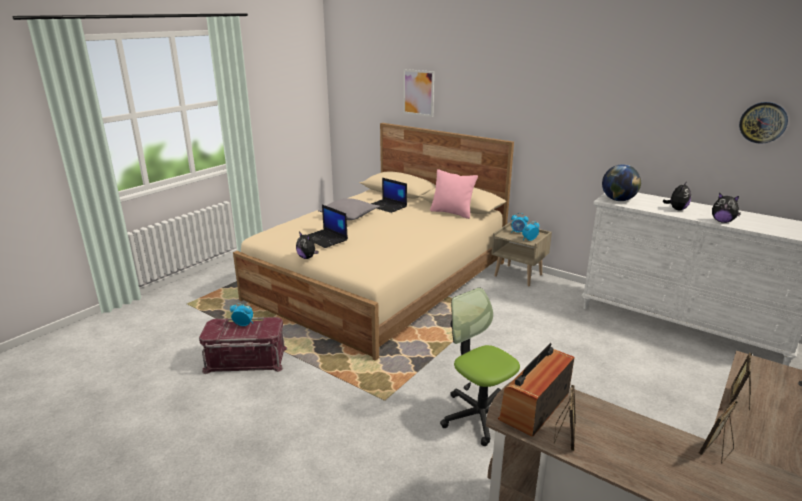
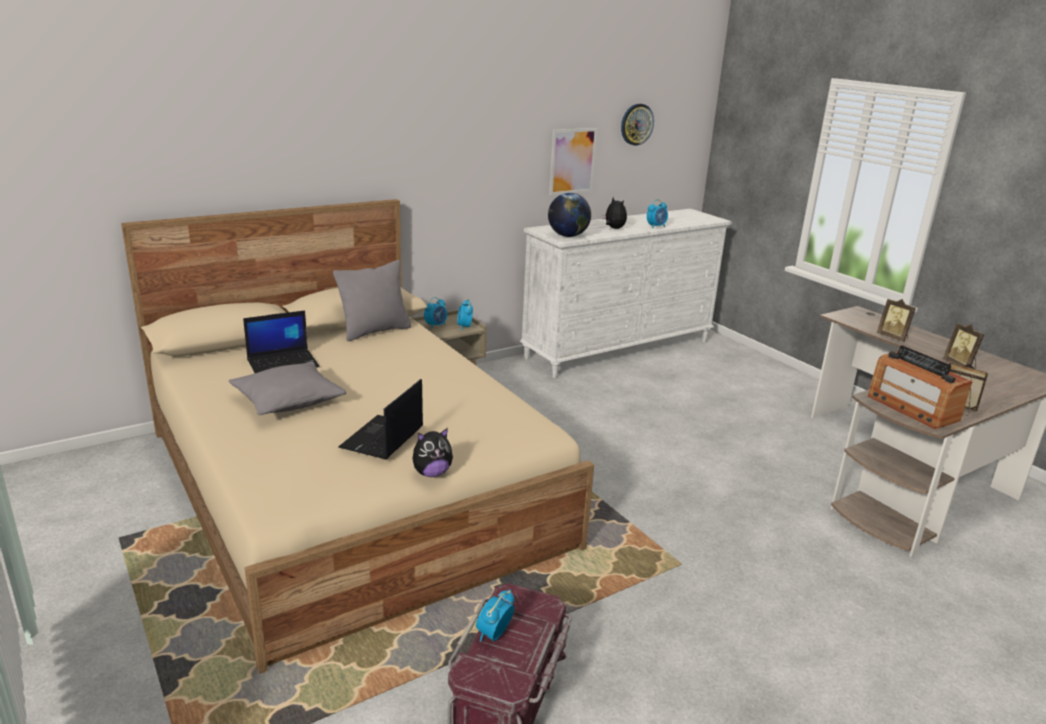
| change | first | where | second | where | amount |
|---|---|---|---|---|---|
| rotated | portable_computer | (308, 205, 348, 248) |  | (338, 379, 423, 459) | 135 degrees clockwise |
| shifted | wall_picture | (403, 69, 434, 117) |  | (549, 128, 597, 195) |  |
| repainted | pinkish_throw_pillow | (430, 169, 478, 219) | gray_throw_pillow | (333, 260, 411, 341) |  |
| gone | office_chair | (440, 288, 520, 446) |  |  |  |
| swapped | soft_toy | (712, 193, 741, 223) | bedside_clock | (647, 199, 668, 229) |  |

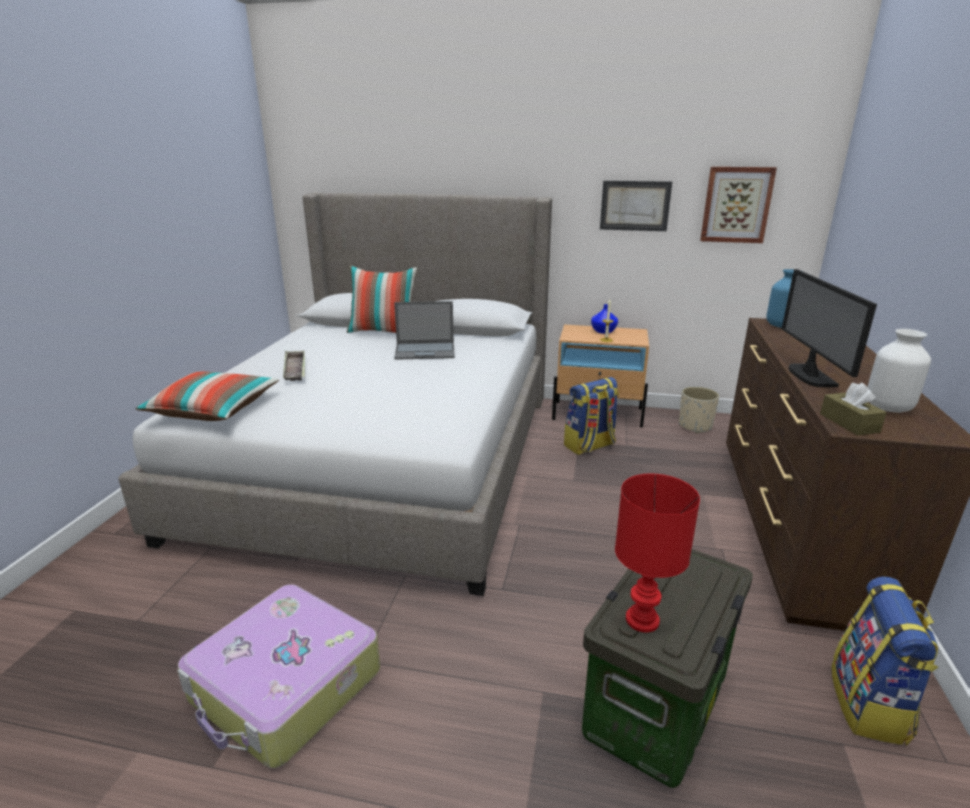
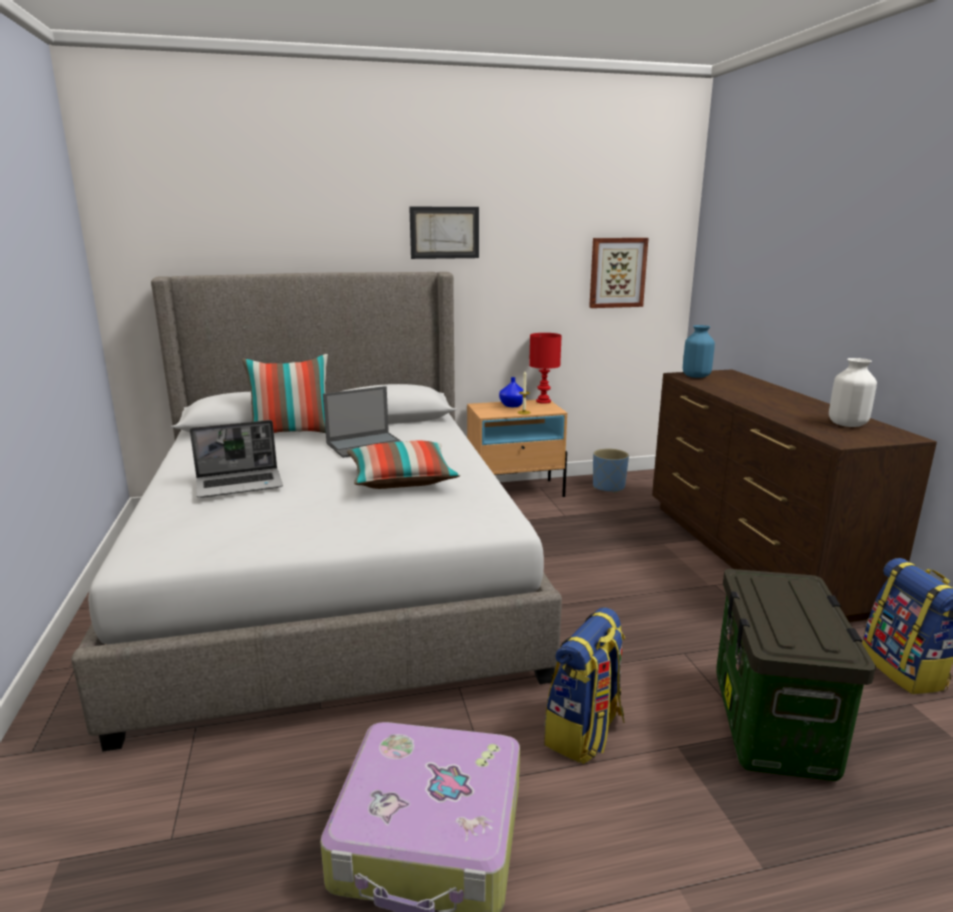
| change | first | where | second | where | amount |
|---|---|---|---|---|---|
| shifted | throw_pillow | (135, 372, 279, 421) |  | (347, 441, 460, 489) |  |
| swapped | serving_tray | (283, 351, 305, 381) | portable_computer | (190, 420, 283, 498) |  |
| shifted | knapsack | (564, 377, 619, 455) |  | (544, 607, 625, 764) |  |
| shifted | wall_picture | (600, 181, 672, 231) |  | (409, 207, 479, 259) |  |
| shifted | red_tabletop_lamp | (615, 473, 700, 633) |  | (529, 333, 562, 404) |  |
| repainted | beige_plant_pot | (679, 387, 719, 433) | bluish_plant_pot | (593, 448, 629, 493) |  |
| gone | monitor | (782, 269, 877, 387) |  |  |  |
| gone | brownish_tissue_box | (820, 383, 887, 435) |  |  |  |

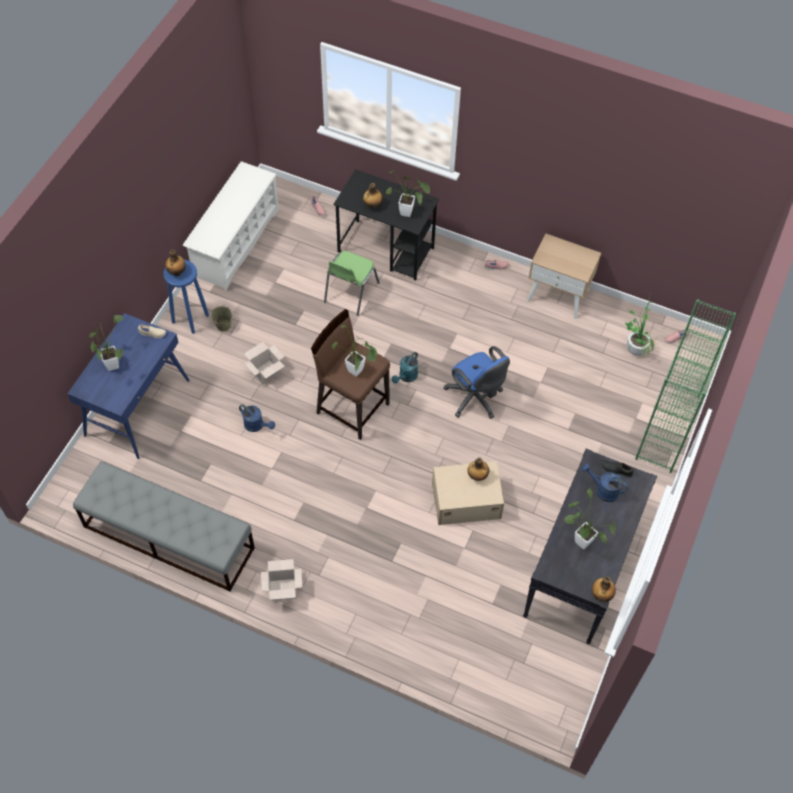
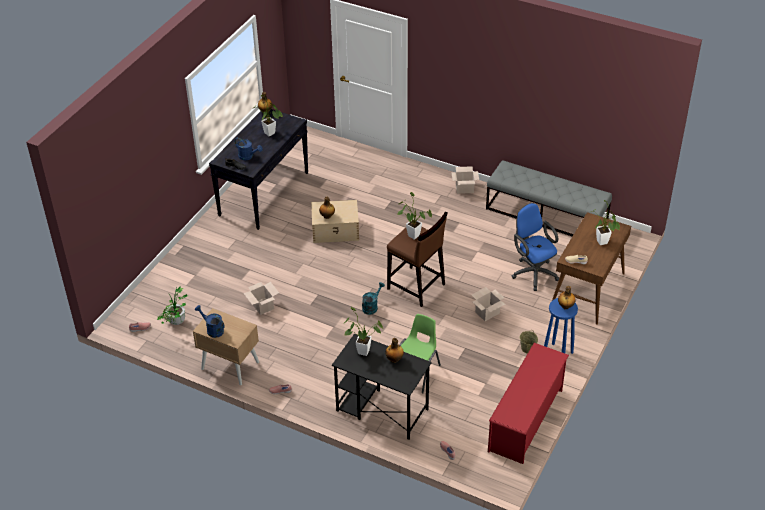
| change | first | where | second | where | amount |
|---|---|---|---|---|---|
| repainted | bluish_desk_unit | (68, 313, 190, 459) | brownish_desk_unit | (552, 212, 631, 325) |  |
| repainted | white-coloured_shoe_stand | (183, 161, 279, 291) | red_shoe_stand | (488, 343, 569, 464) |  |
| shifted | bluish_watering_pot | (239, 404, 275, 432) |  | (195, 305, 225, 338) |  |
| shifted | bluish_office_chair | (444, 346, 510, 419) |  | (512, 203, 559, 291) |  |
| gone | greenish_shelving_unit | (635, 299, 736, 473) |  |  |  |
| new |  |  | packing_box | (243, 282, 279, 315) |  |

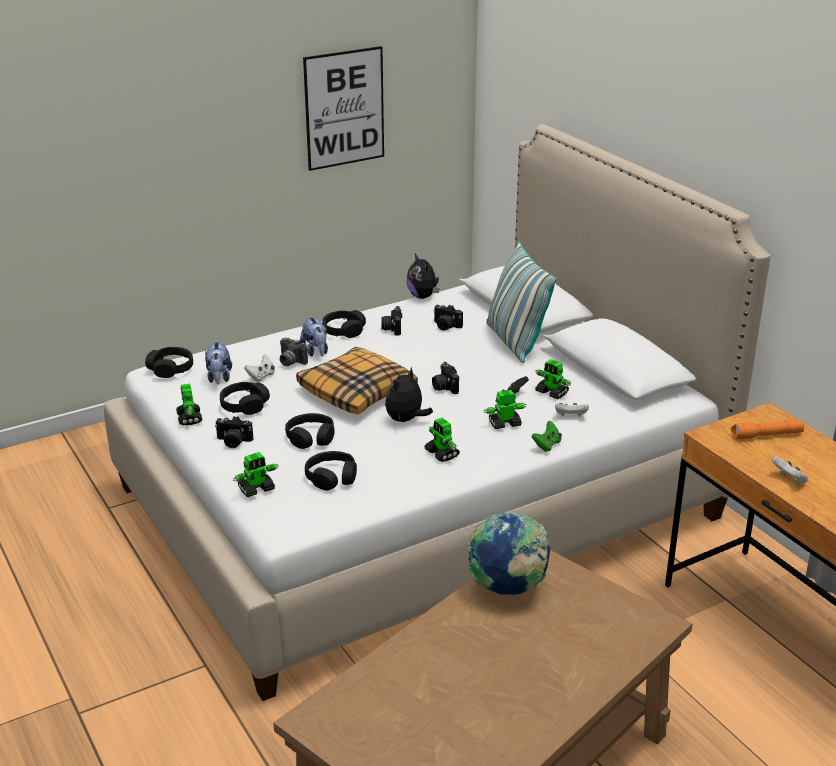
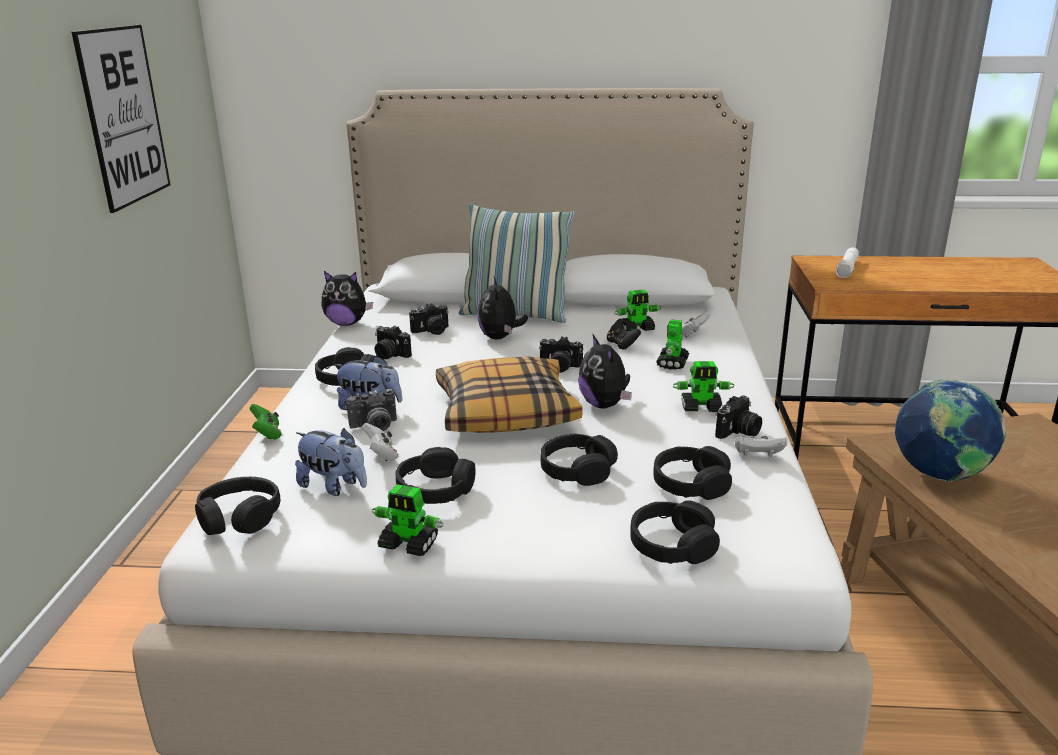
| change | first | where | second | where | amount |
|---|---|---|---|---|---|
| shifted | still_camera | (215, 416, 253, 448) |  | (715, 396, 762, 439) |  |
| swapped | robot_figure | (233, 452, 279, 497) | blackish_headphones | (630, 500, 720, 564) |  |
| shifted | greenish_gamepad | (532, 420, 562, 452) |  | (250, 404, 282, 440) |  |
| repainted | orange-coloured_flashlight | (731, 419, 805, 439) | white-coloured_flashlight | (836, 247, 859, 278) |  |
| shifted | white-coloured_gamepad | (772, 456, 808, 484) |  | (735, 436, 787, 456) |  |
| new |  |  | soft_toy | (477, 277, 528, 340) |  |

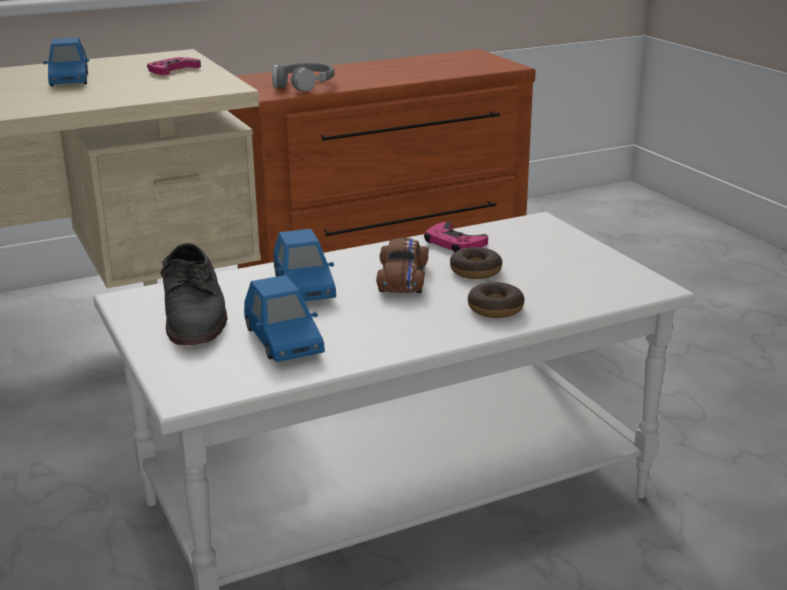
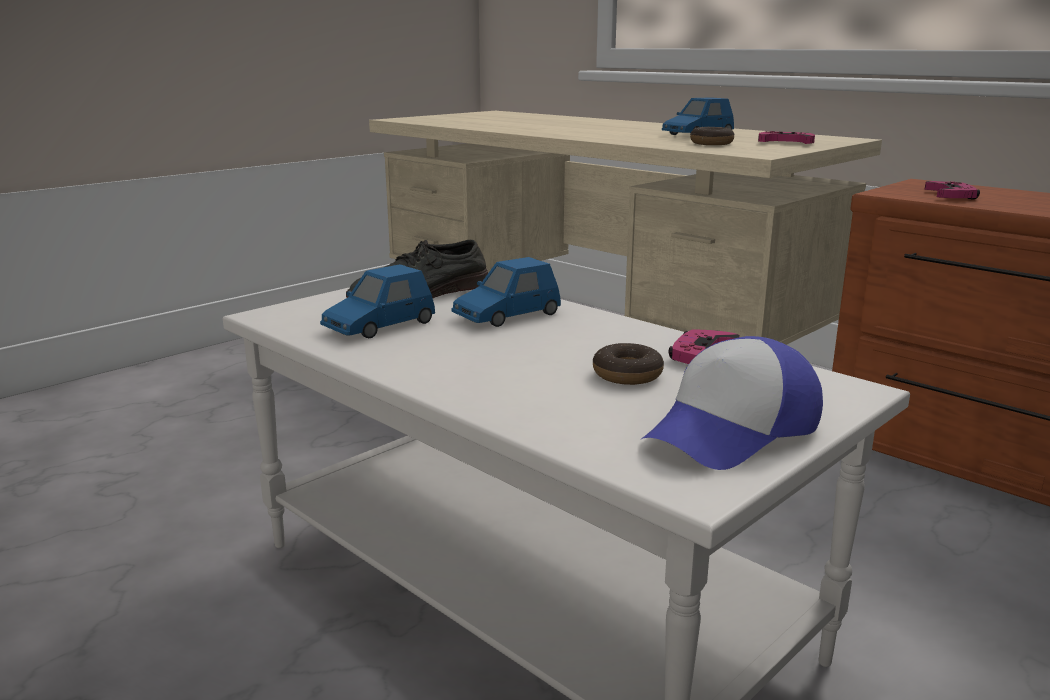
| change | first | where | second | where | amount |
|---|---|---|---|---|---|
| swapped | gray_headphones | (272, 63, 335, 92) | pinkish_gamepad | (925, 181, 980, 199) |  |
| gone | brownish_toy_car | (376, 238, 429, 293) |  |  |  |
| shifted | doughnut | (468, 282, 525, 318) |  | (690, 127, 734, 145) |  |
| new |  |  | baseball_cap | (641, 336, 823, 470) |  |

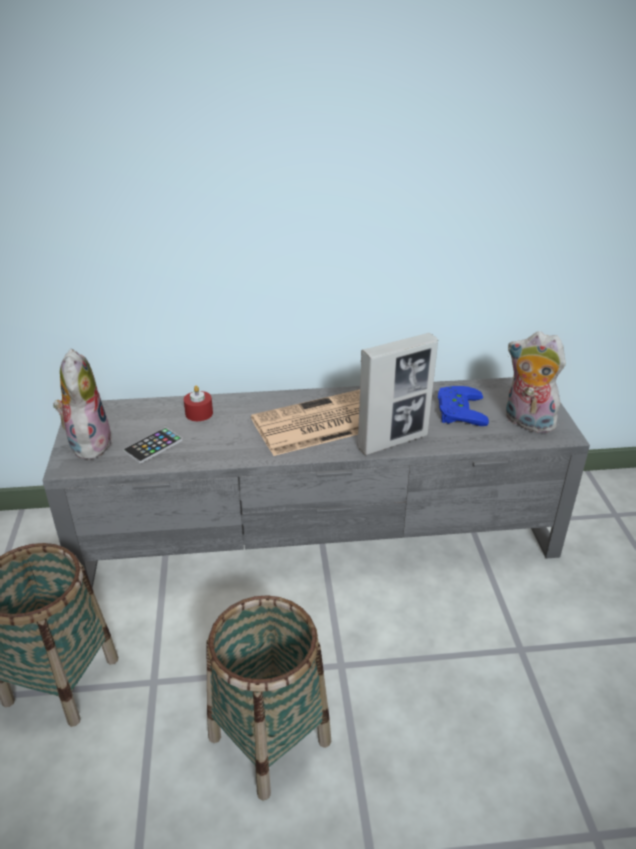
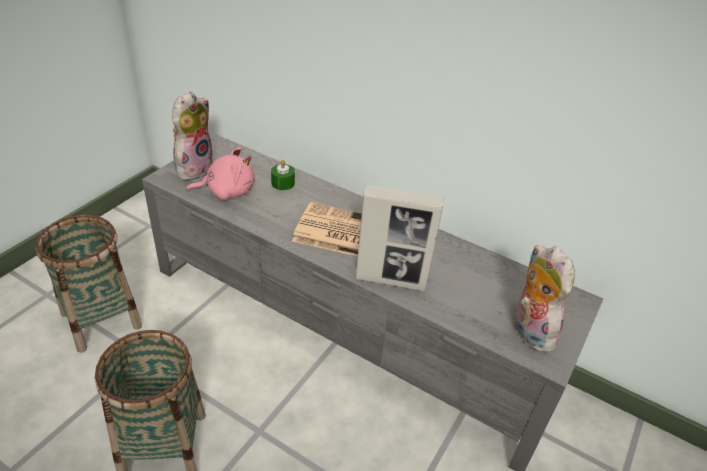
| change | first | where | second | where | amount |
|---|---|---|---|---|---|
| swapped | phone | (123, 427, 183, 464) | pinkish_soft_toy | (186, 147, 255, 200) |  |
| repainted | red_wax_light | (184, 385, 213, 421) | greenish_wax_light | (271, 160, 295, 190) |  |
| gone | bluish_gamepad | (438, 386, 489, 426) |  |  |  |

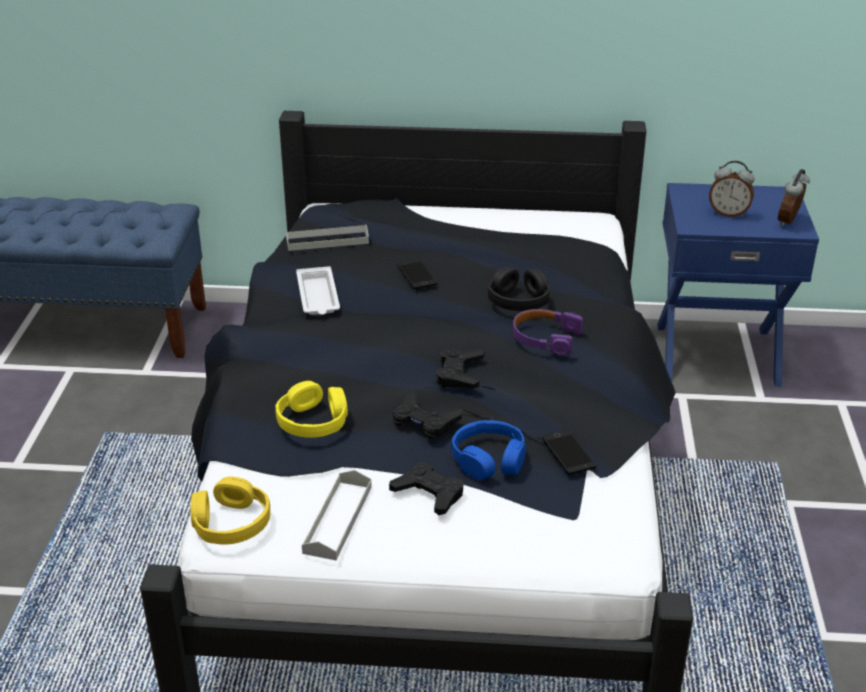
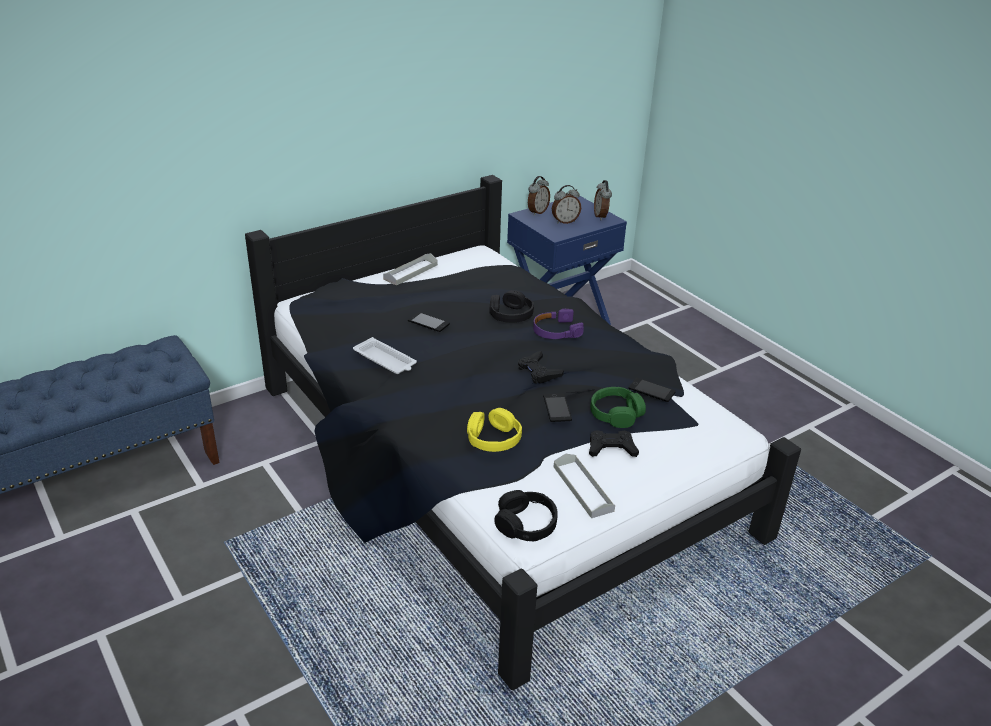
| change | first | where | second | where | amount |
|---|---|---|---|---|---|
| repainted | yellow_headphones | (191, 476, 270, 545) | blackish_headphones | (494, 490, 558, 542) |  |
| shifted | gray_serving_tray | (286, 224, 369, 251) |  | (383, 253, 438, 286) |  |
| swapped | blackish_gamepad | (393, 390, 462, 439) | phone | (543, 393, 572, 422) |  |
| repainted | bluish_headphones | (451, 420, 526, 480) | greenish_headphones | (591, 387, 646, 428) |  |
| new |  |  | bedside_clock | (528, 176, 550, 216) |  |

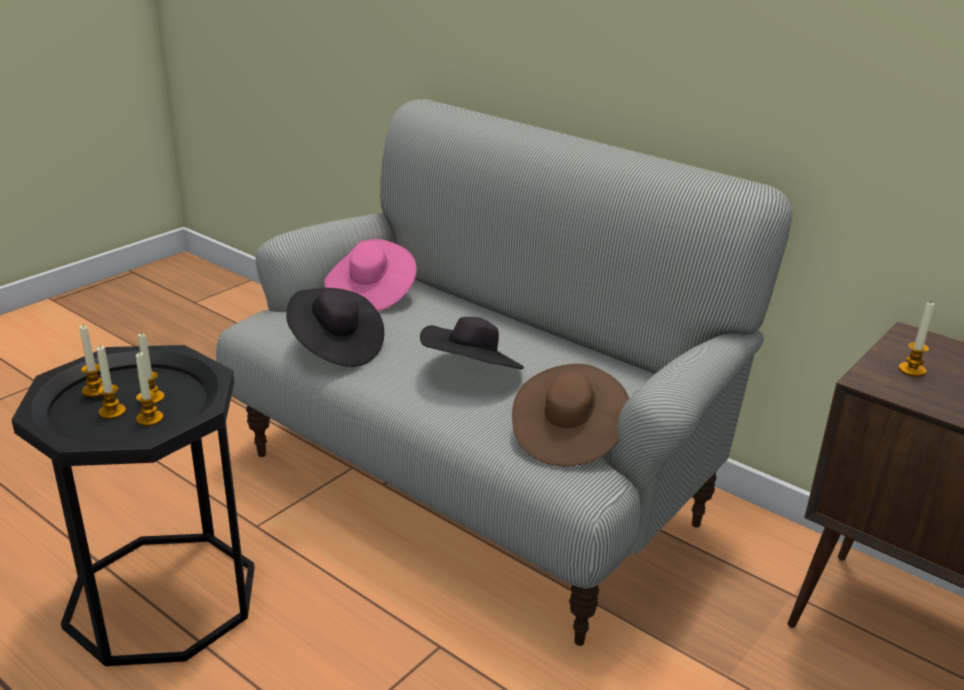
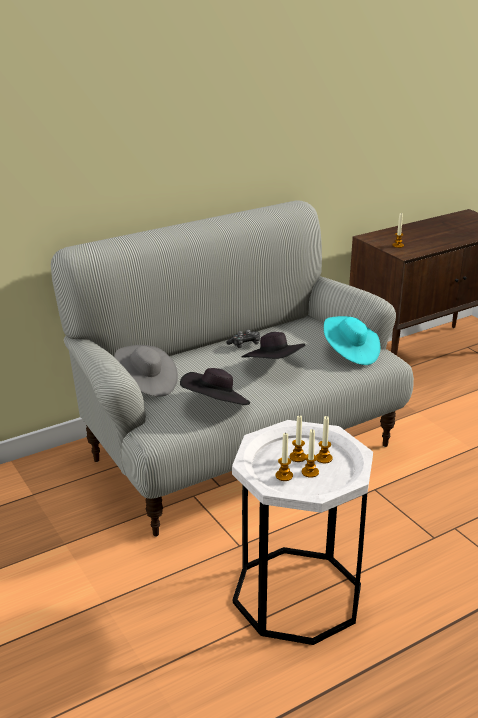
| change | first | where | second | where | amount |
|---|---|---|---|---|---|
| repainted | blackish_accent_table | (12, 345, 255, 666) | white-coloured_accent_table | (232, 420, 373, 645) |  |
| repainted | pinkish_hat | (324, 239, 417, 311) | gray_hat | (114, 345, 178, 397) |  |
| repainted | brownish_hat | (512, 364, 629, 466) | blue-green_hat | (324, 316, 380, 365) |  |
| new |  |  | gamepad | (226, 329, 260, 348) |  |

